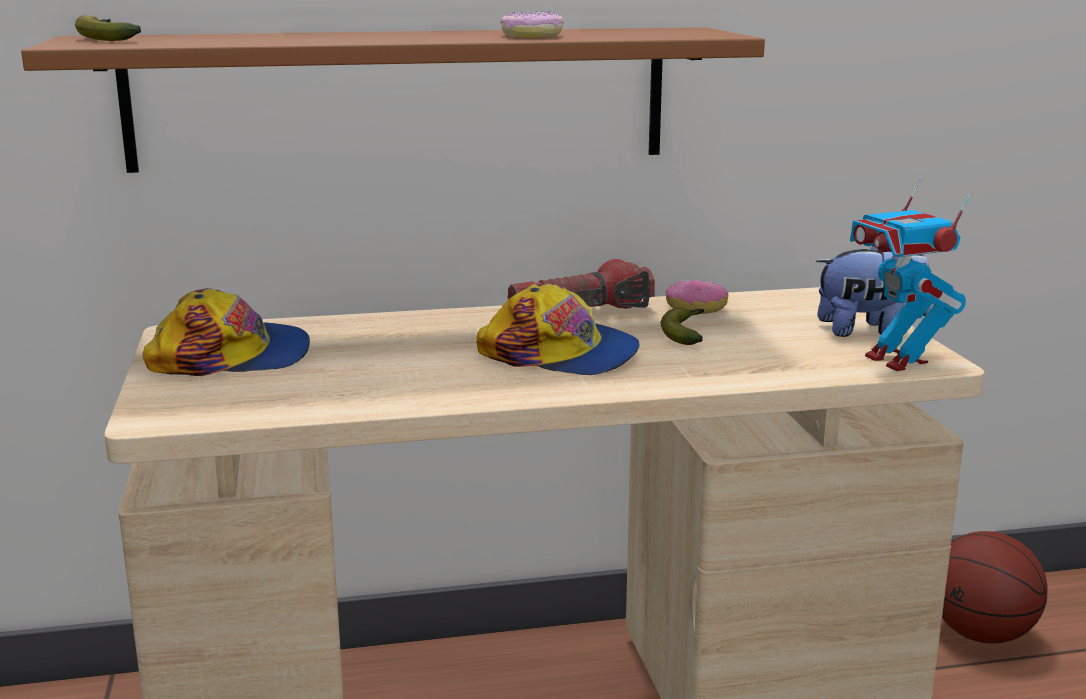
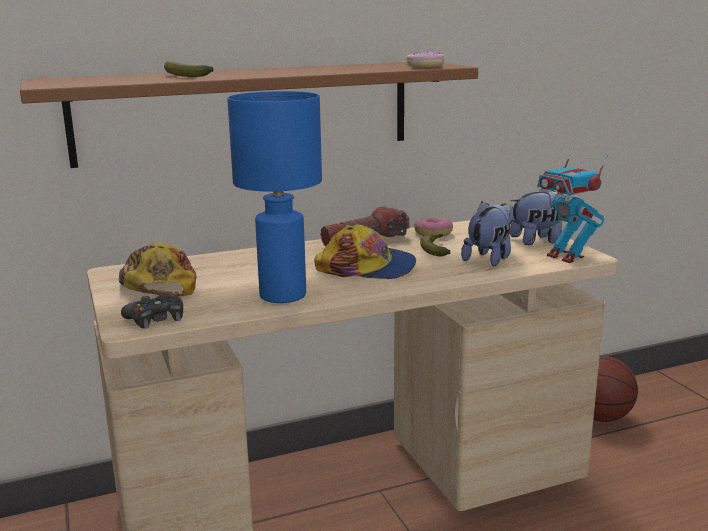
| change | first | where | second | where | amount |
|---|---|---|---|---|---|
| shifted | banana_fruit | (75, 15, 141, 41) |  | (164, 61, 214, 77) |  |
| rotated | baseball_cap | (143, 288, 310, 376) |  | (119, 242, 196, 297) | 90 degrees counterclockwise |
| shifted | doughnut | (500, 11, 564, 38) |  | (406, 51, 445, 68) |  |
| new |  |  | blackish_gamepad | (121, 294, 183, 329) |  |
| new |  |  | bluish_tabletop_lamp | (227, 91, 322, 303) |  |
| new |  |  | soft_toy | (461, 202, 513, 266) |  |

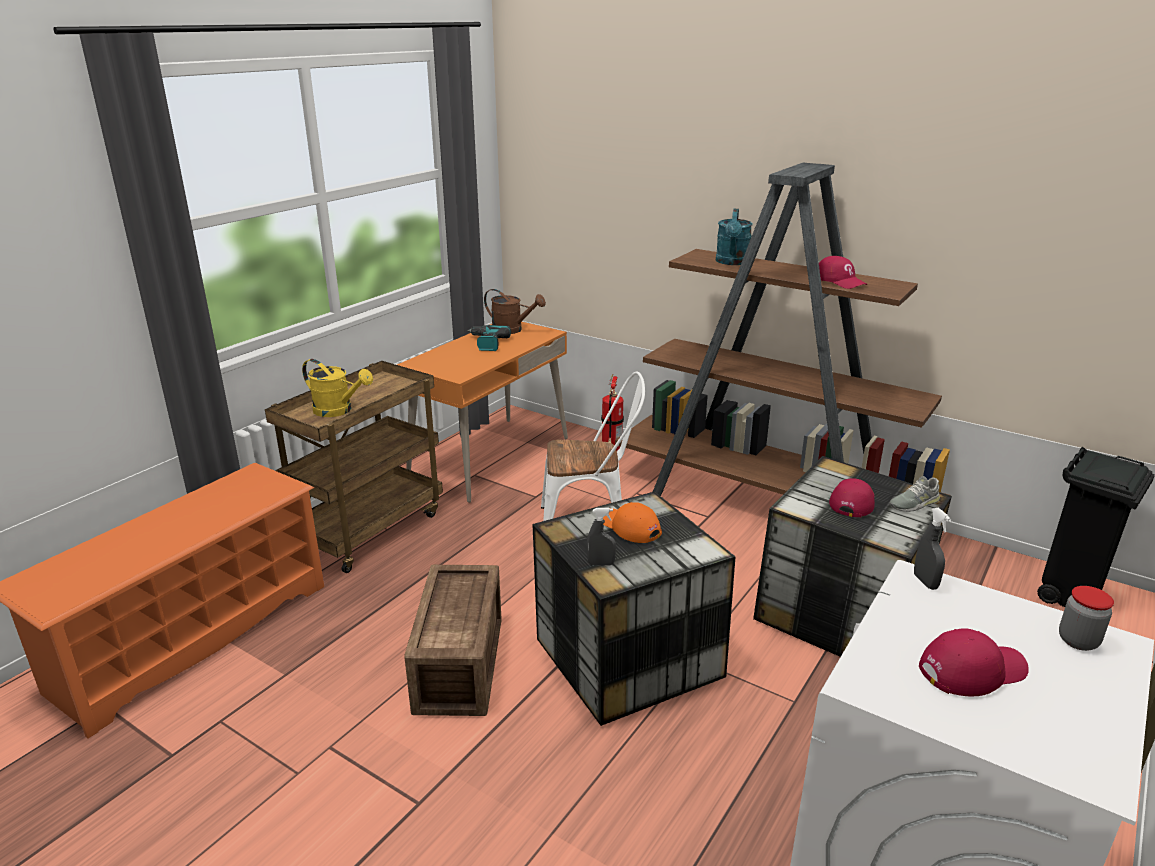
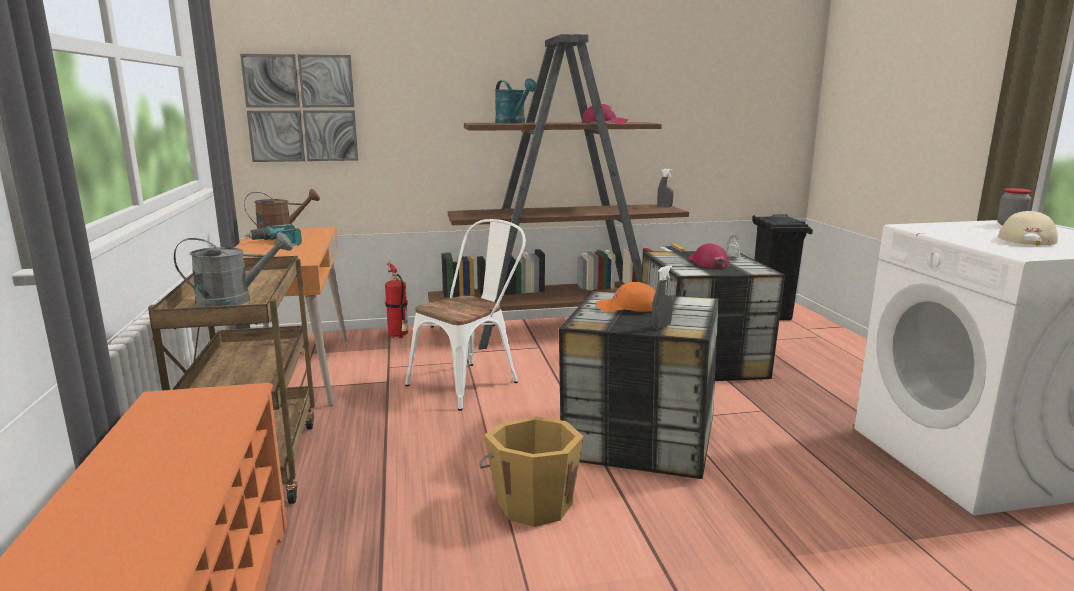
| change | first | where | second | where | amount |
|---|---|---|---|---|---|
| repainted | yellow_watering_pot | (302, 359, 373, 417) | gray_watering_pot | (174, 232, 293, 307) |  |
| swapped | packing_crate | (404, 565, 502, 716) | orange-coloured_water_bucket | (480, 416, 584, 527) |  |
| shifted | gray_hand_sprayer | (914, 508, 951, 590) |  | (657, 169, 674, 207) |  |
| repainted | red_baseball_cap | (919, 628, 1029, 696) | beige_baseball_cap | (998, 211, 1058, 246) |  |
| new |  |  | wall_picture | (240, 54, 358, 162) |  |

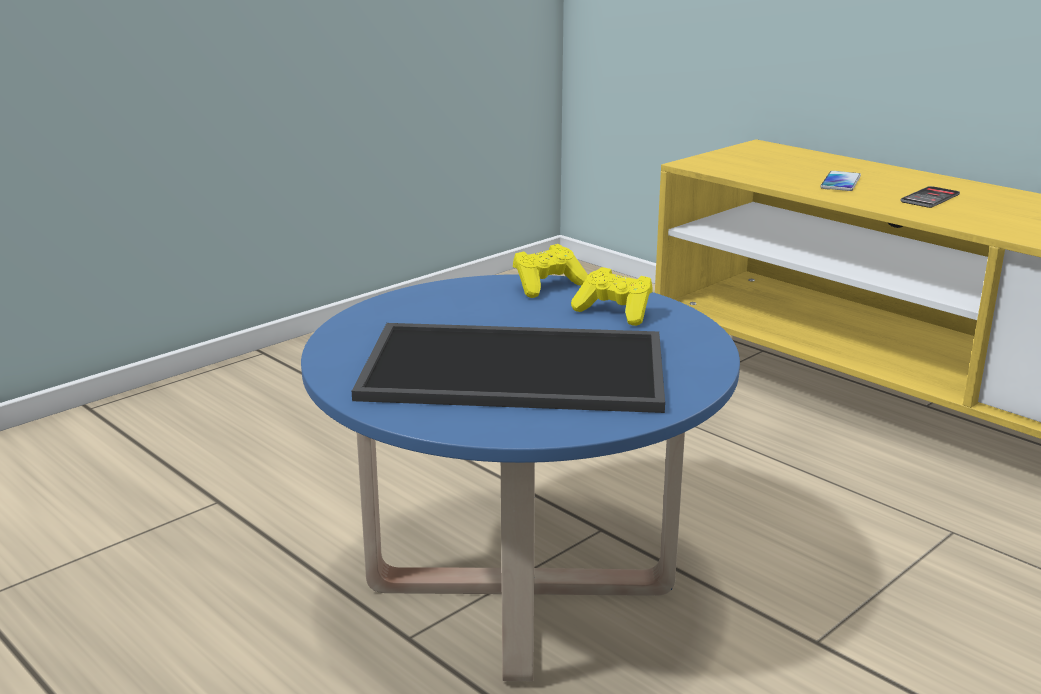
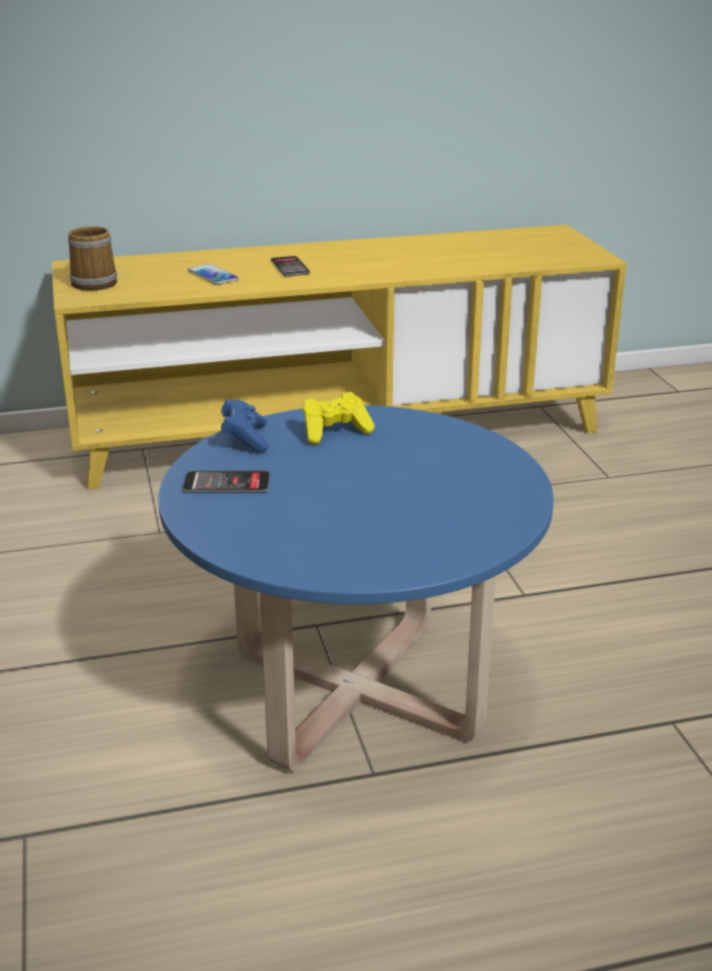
| change | first | where | second | where | amount |
|---|---|---|---|---|---|
| gone | serving_tray | (352, 323, 665, 413) |  |  |  |
| repainted | yellow_gamepad | (513, 244, 588, 298) | bluish_gamepad | (221, 399, 268, 453) |  |
| new |  |  | coffee_mug | (68, 226, 117, 291) |  |
| new |  |  | phone | (183, 471, 270, 493) |  |

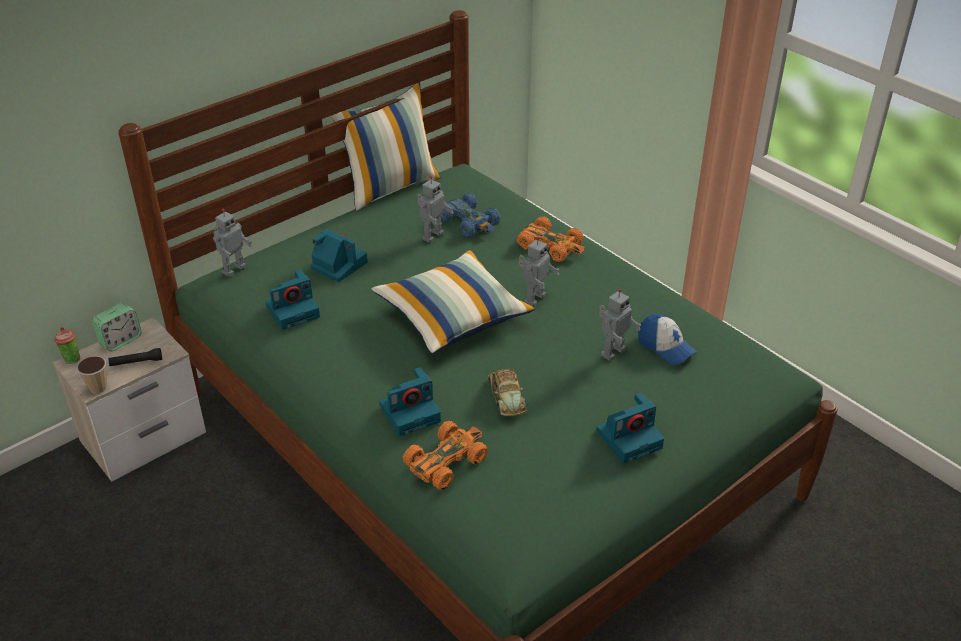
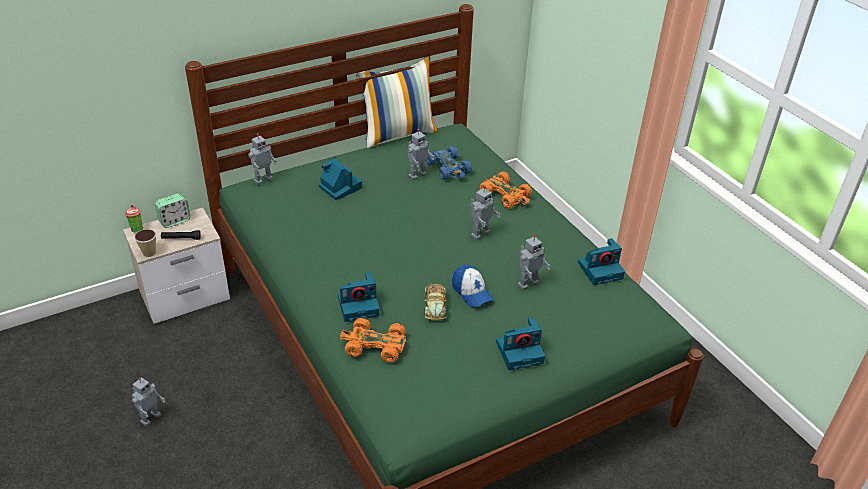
| change | first | where | second | where | amount |
|---|---|---|---|---|---|
| shifted | still_camera | (265, 270, 320, 330) |  | (578, 238, 625, 285) |  |
| gone | throw_pillow | (371, 250, 535, 353) |  |  |  |
| rotated | orange-coloured_toy_car | (403, 421, 488, 490) |  | (340, 318, 406, 363) | 135 degrees counterclockwise |
| shifted | baseball_cap | (638, 314, 697, 364) |  | (452, 265, 494, 308) |  |
| new |  |  | robot_figure | (131, 377, 165, 427) |  |

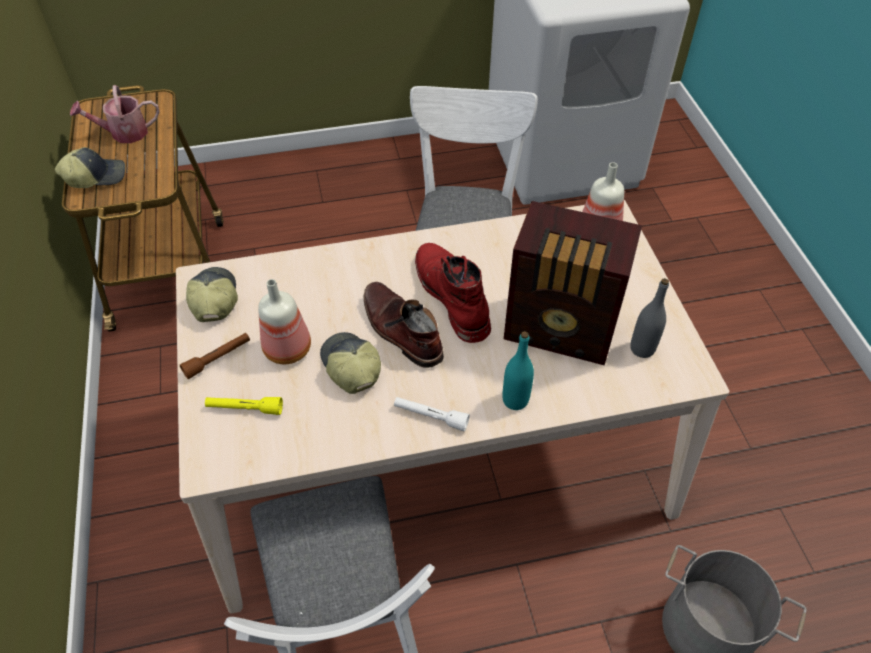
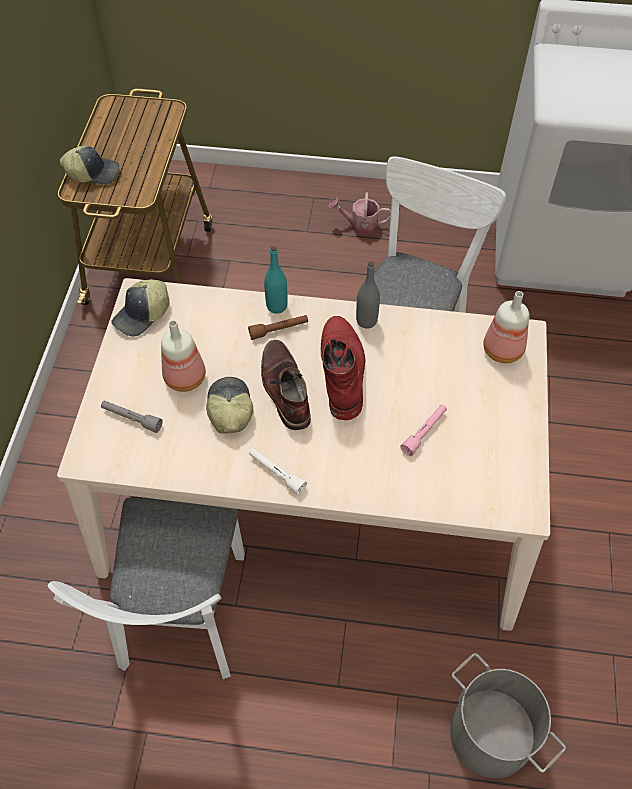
| change | first | where | second | where | amount |
|---|---|---|---|---|---|
| shifted | watering_pot | (70, 85, 159, 143) |  | (328, 192, 391, 236) |  |
| shifted | brownish_flashlight | (180, 333, 250, 379) |  | (248, 315, 308, 340) |  |
| rotated | baseball_cap | (186, 267, 238, 322) |  | (111, 279, 169, 337) | 150 degrees counterclockwise |
| repainted | yellow_flashlight | (205, 397, 283, 415) | gray_flashlight | (101, 401, 163, 433) |  |
| shifted | blue-green_beverage_bottle | (503, 331, 534, 410) |  | (264, 246, 287, 314) |  |
| swapped | radio_receiver | (504, 201, 642, 365) | pinkish_flashlight | (400, 404, 447, 456) |  |
| shifted | gray_beverage_bottle | (630, 278, 669, 358) |  | (356, 261, 380, 329) |  |

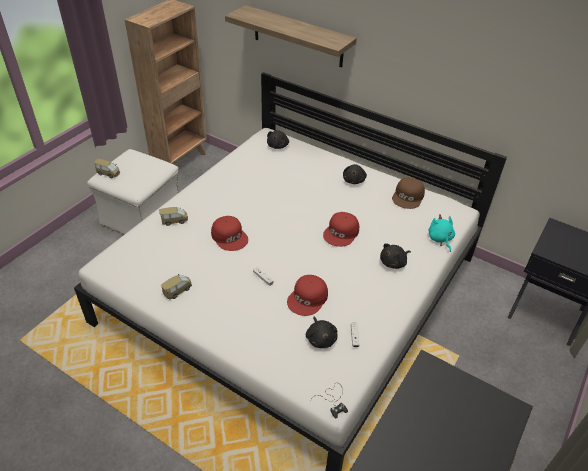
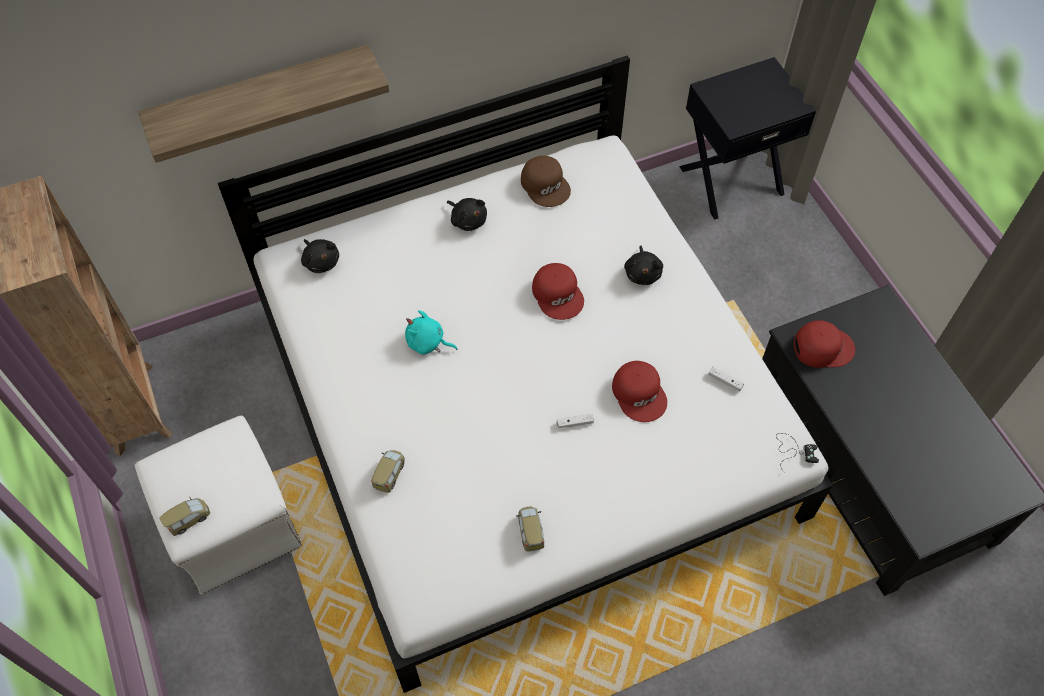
| change | first | where | second | where | amount |
|---|---|---|---|---|---|
| shifted | red_baseball_cap | (211, 216, 248, 251) |  | (794, 320, 855, 368) |  |
| gone | blackish_soft_toy | (306, 317, 338, 348) |  |  |  |
| shifted | blue-green_soft_toy | (429, 215, 455, 252) |  | (405, 310, 458, 354) |  |

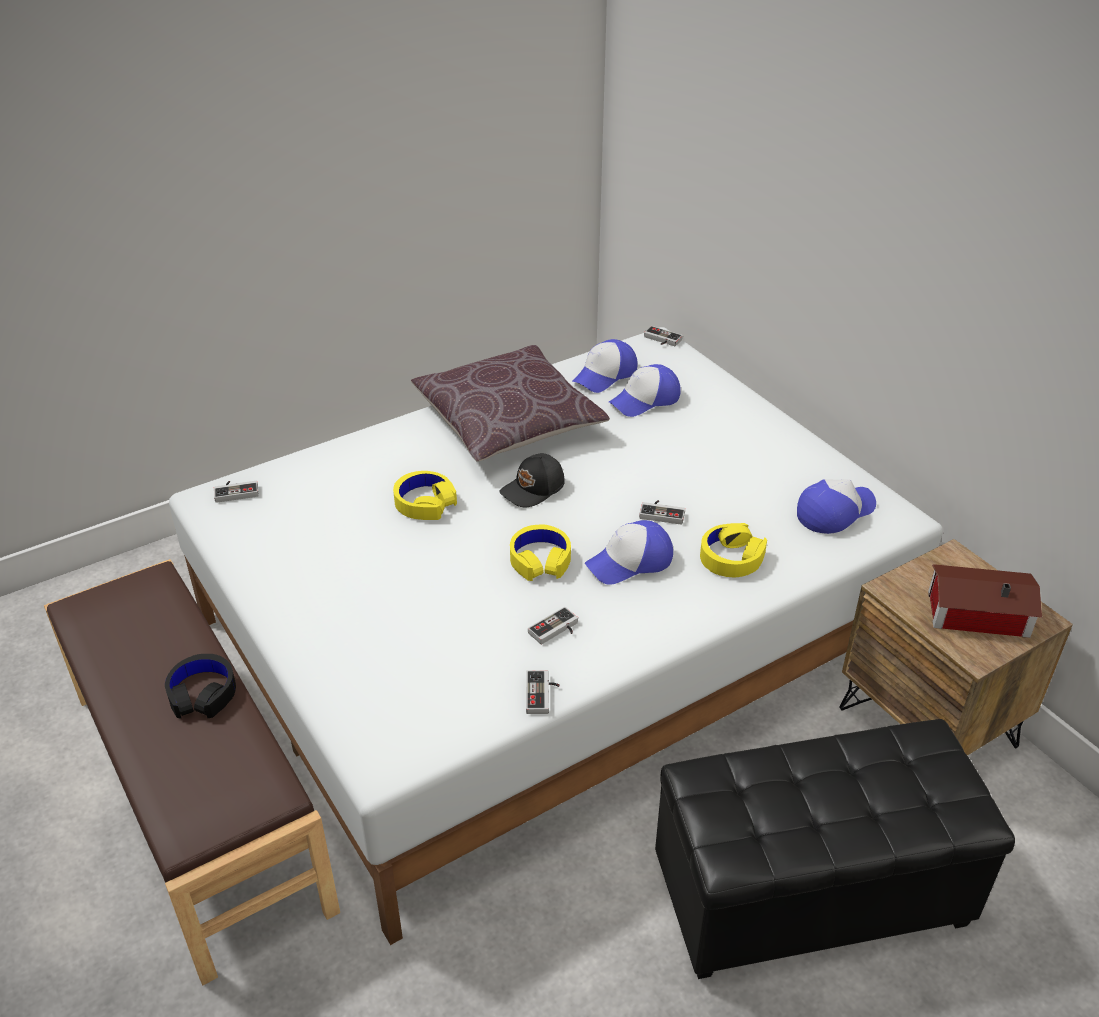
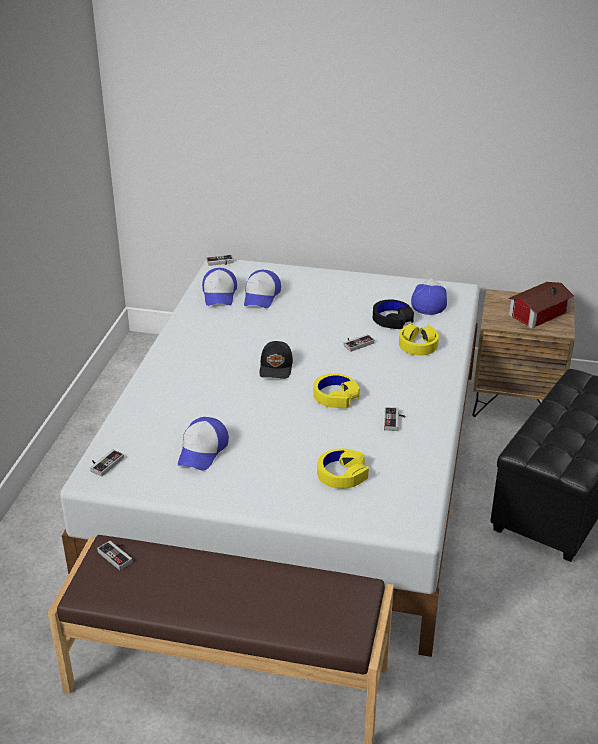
| change | first | where | second | where | amount |
|---|---|---|---|---|---|
| shifted | blackish_headphones | (165, 654, 236, 719) |  | (373, 300, 414, 329) |  |
| shifted | yellow_headphones | (393, 471, 457, 520) |  | (317, 449, 369, 489) |  |
| gone | brownish_throw_pillow | (411, 345, 610, 462) |  |  |  |
| shifted | gamepad | (526, 670, 560, 714) |  | (97, 541, 133, 570) |  |
| shifted | baseball_cap | (585, 520, 673, 585) |  | (178, 417, 229, 470) |  |

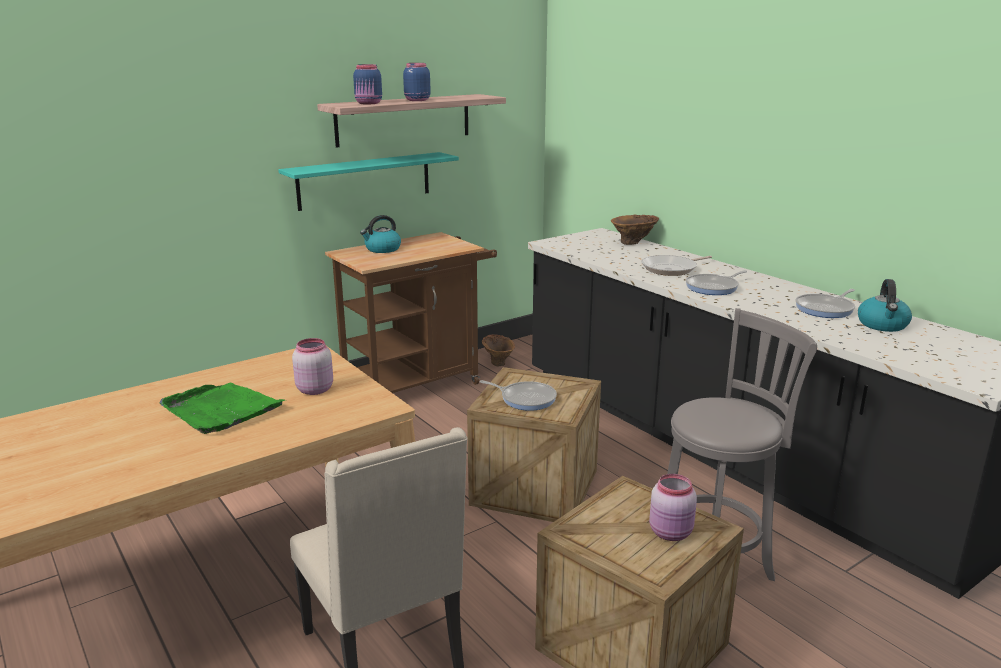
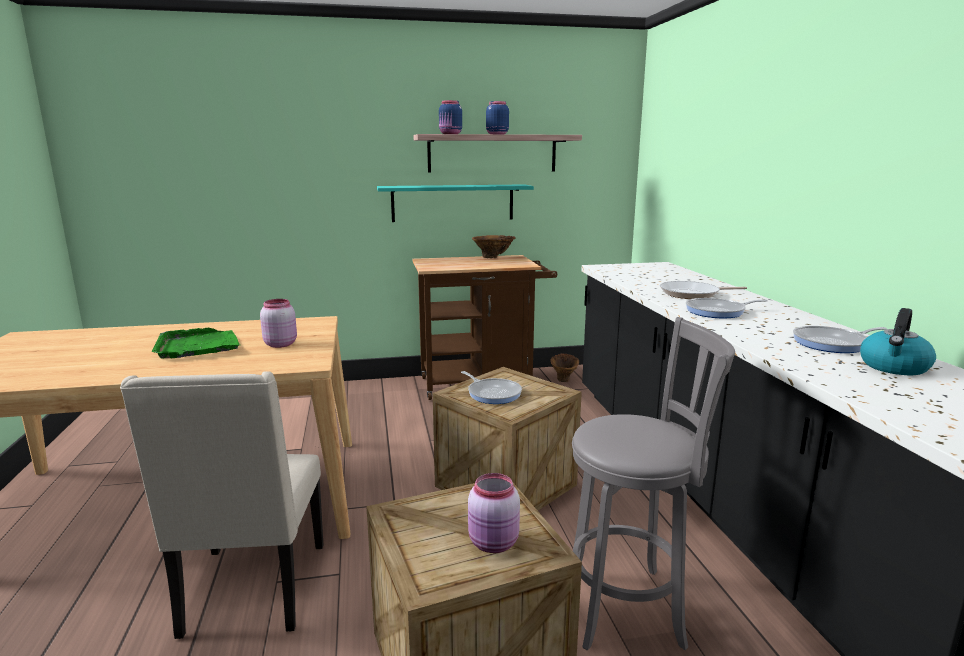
| change | first | where | second | where | amount |
|---|---|---|---|---|---|
| gone | water_kettle | (360, 215, 401, 253) |  |  |  |
| shifted | brownish_flower_vase | (611, 215, 659, 245) |  | (472, 235, 515, 258) |  |

